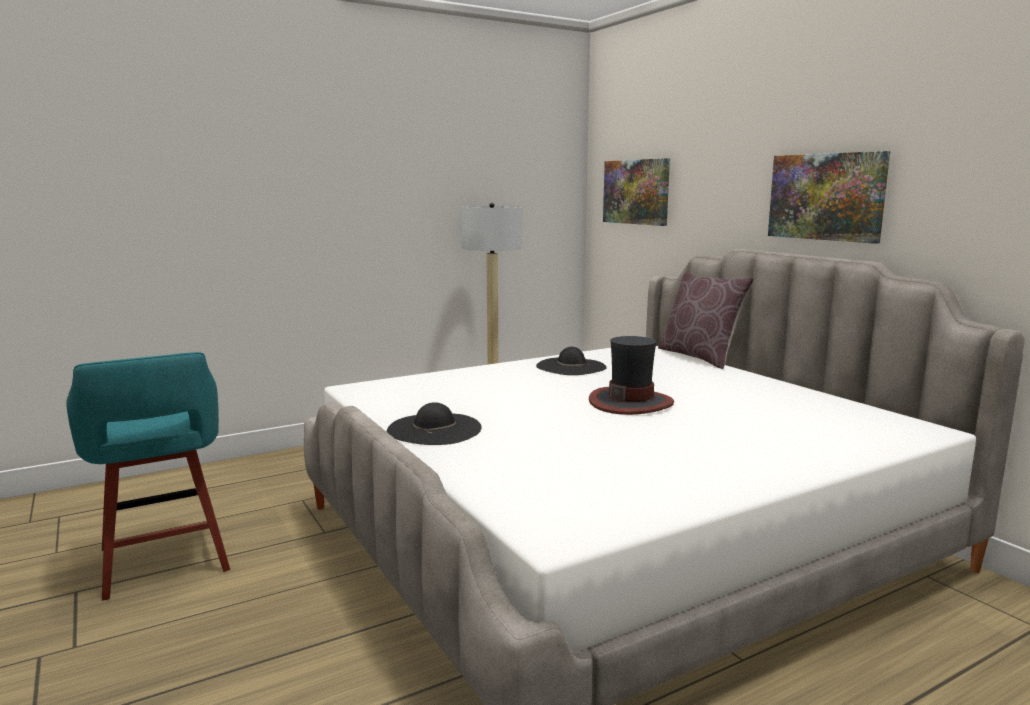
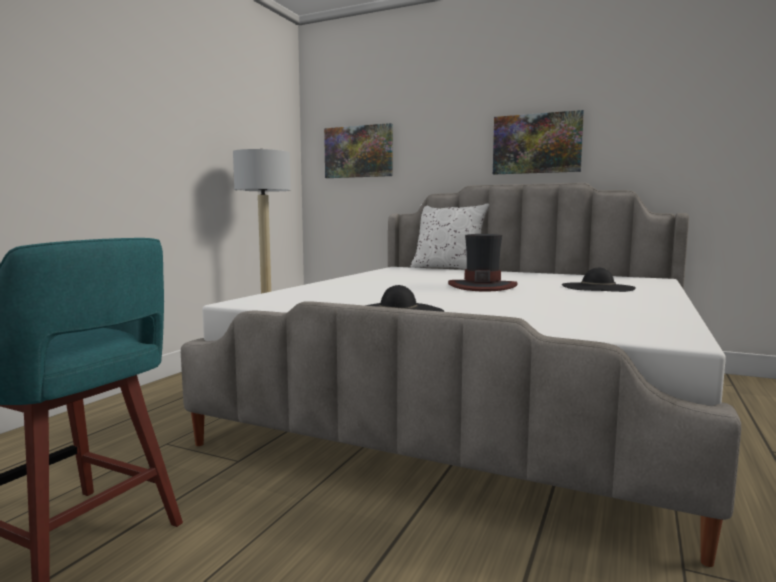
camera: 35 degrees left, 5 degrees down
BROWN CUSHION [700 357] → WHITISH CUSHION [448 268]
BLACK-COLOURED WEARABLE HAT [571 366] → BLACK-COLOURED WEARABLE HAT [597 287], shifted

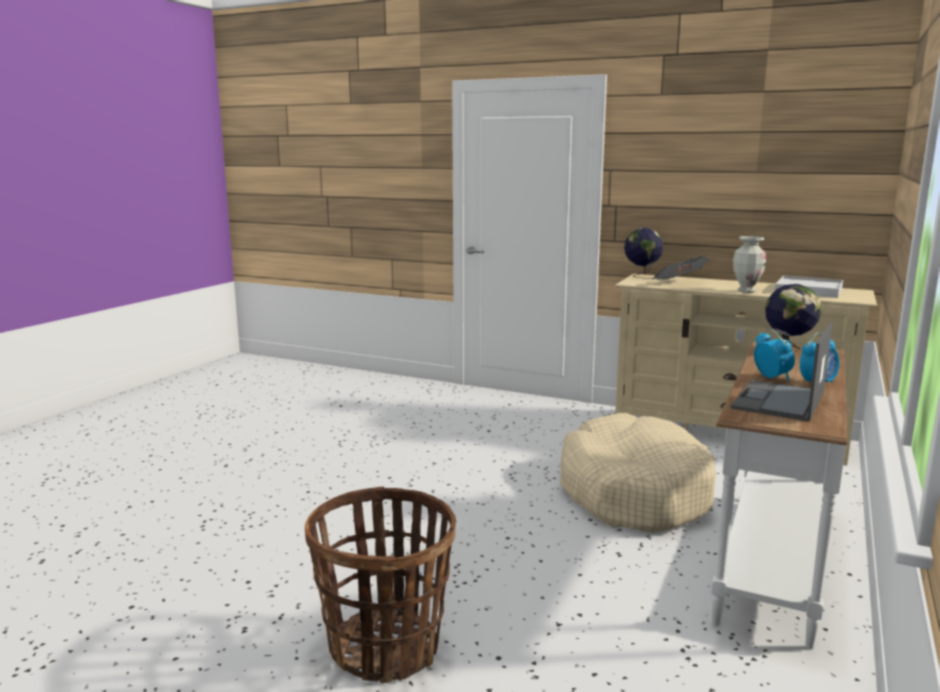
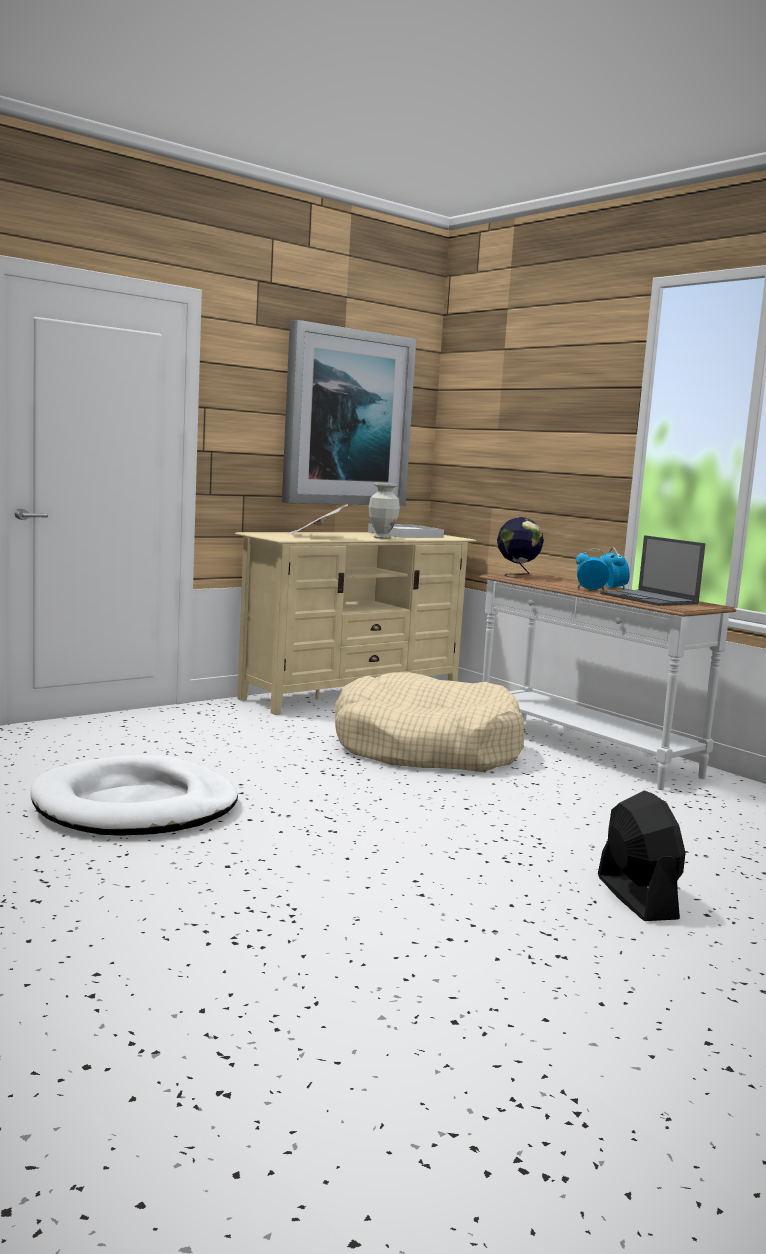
camera: 65 degrees left, 5 degrees down
- → WHITISH PET BED [136 806]
- → WALL PICTURE [347 418]
BASKET [385 648] → BLACK-COLOURED COOLING FAN [636 897]
GLOBE [641 276] → -

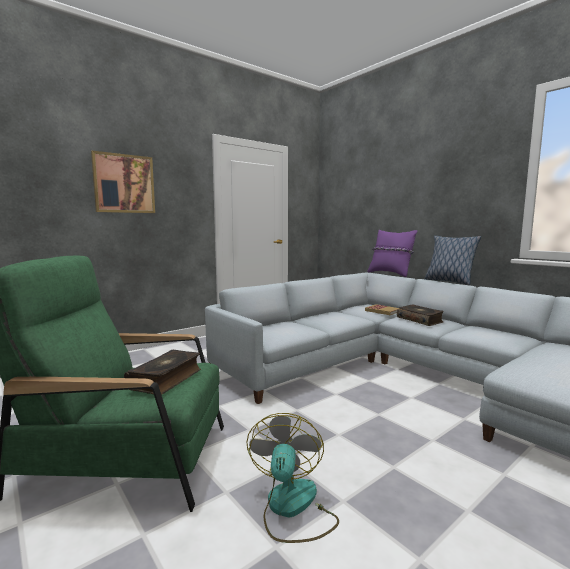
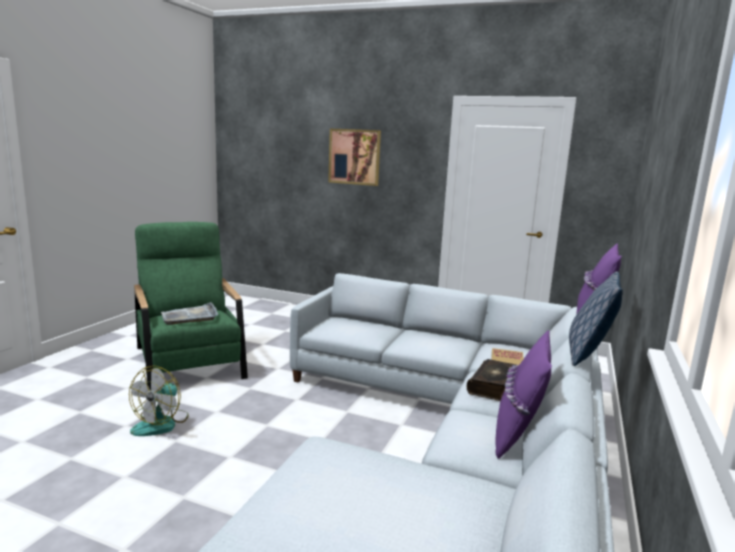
camera: 60 degrees right, 5 degrees up
COOLING FAN [292 508] → COOLING FAN [161 423], 135 degrees clockwise
VOLUME [166 379] → GREY TRAY [190 316]
- → PURPLE CUSHION [518 435]

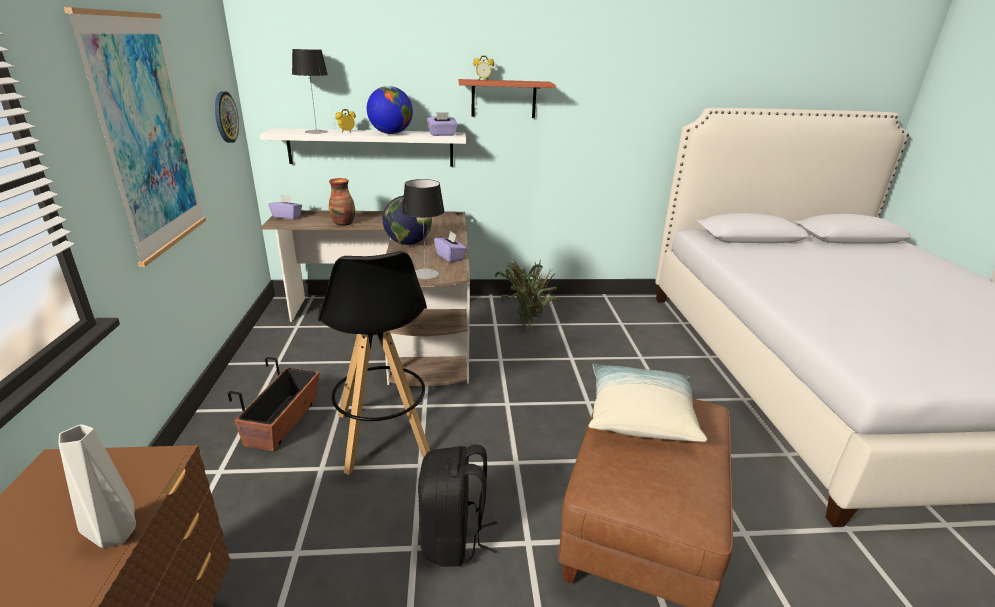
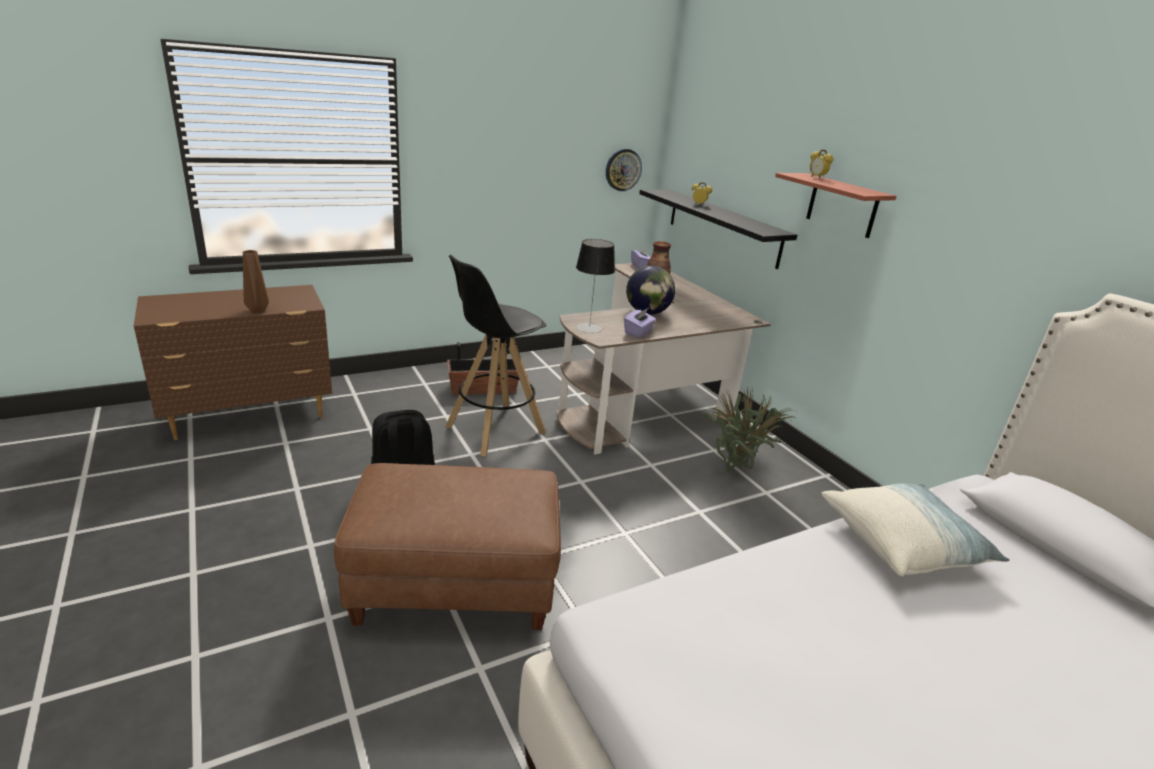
camera: 65 degrees right, 0 degrees up
GREY DECORATIVE VASE [115 537] → BROWN DECORATIVE VASE [256 311]
WHITISH BRACKET SHELF [371 147] → BLACK-COLOURED BRACKET SHELF [722 227]
CUSHION [640 415] → CUSHION [903 543], shifted
WALL PICTURE [146 136] → -
TABLE LAMP [316 132] → -
GLOBE [391 133] → -
PURPLE TISSUE HOLDER [442 134] → -

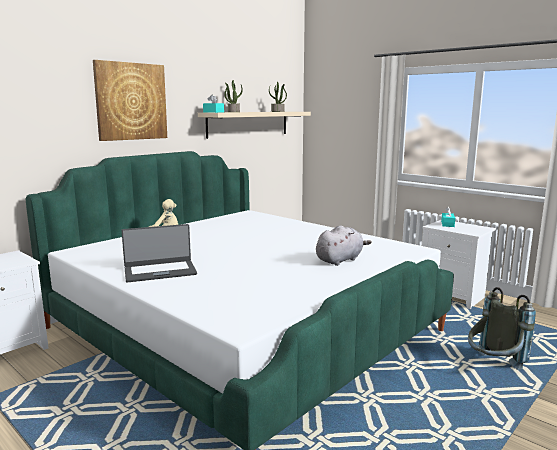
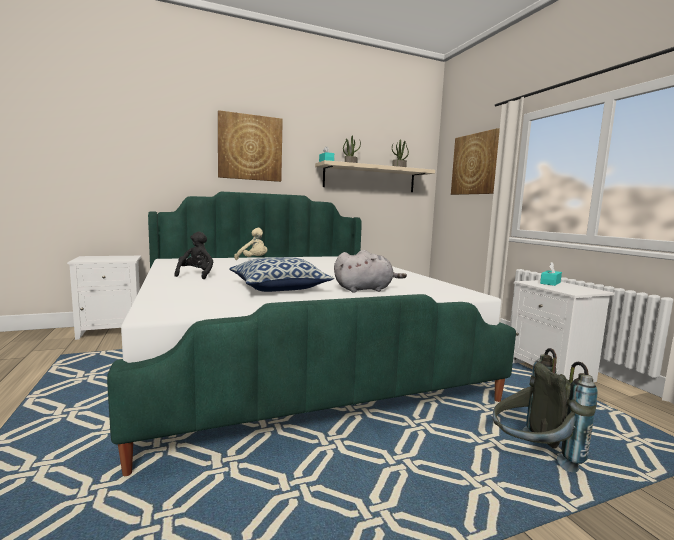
camera: 25 degrees right, 5 degrees down
LAPTOP [160 271] → BLACK-COLOURED SOFT TOY [196 275]
- → CUSHION [279 288]
- → WALL PICTURE [474 164]

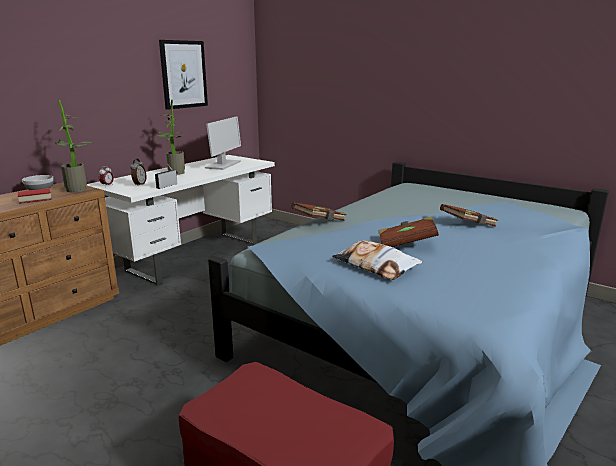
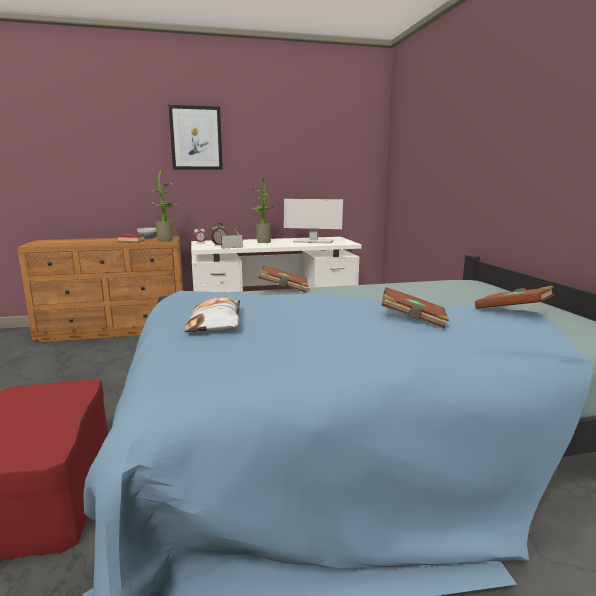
camera: 40 degrees right, 5 degrees down
WALL PICTURE [183 74] → WALL PICTURE [196 138], shifted
MONITOR [223 165] → MONITOR [312 241], 45 degrees clockwise
BROWN VOLUME [406 244] → BROWN VOLUME [512 311], shifted

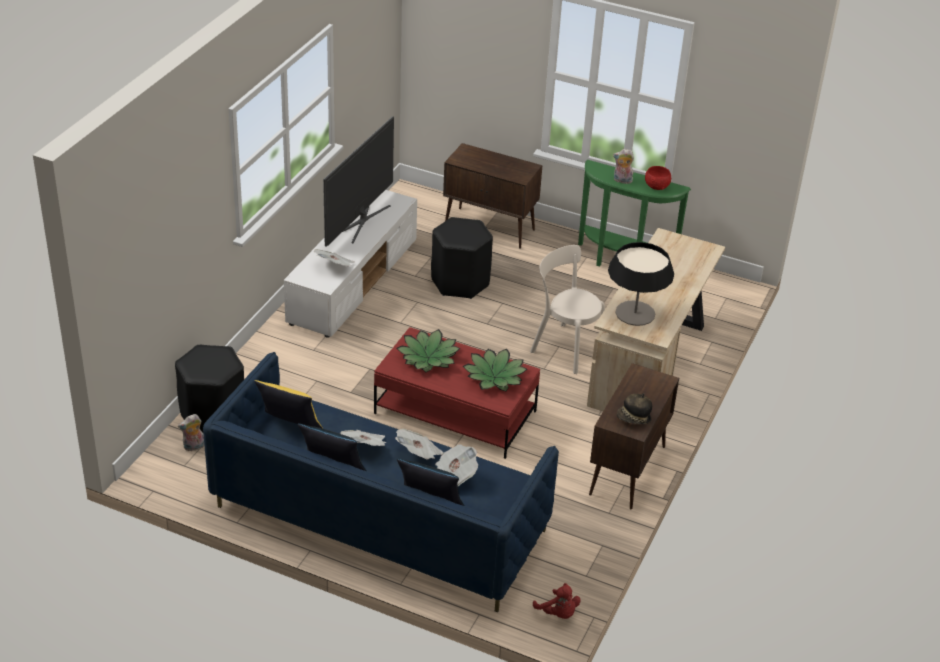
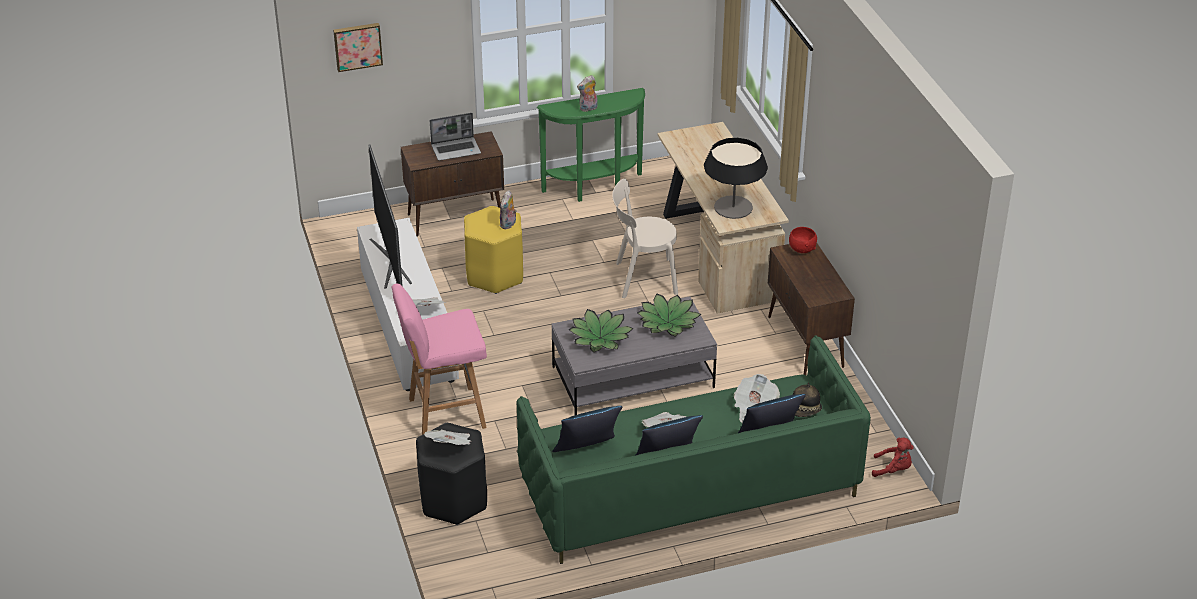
camera: 40 degrees left, 0 degrees up
- → WALL PICTURE [357 46]
- → PINK STOOL SEAT [444 413]
DAILY PAPER [419 454] → DAILY PAPER [450 446], shifted
- → LAPTOP [456 149]
BLACK-COLOURED STOOL SEAT [460 282] → YELLOWISH STOOL SEAT [494 275]
SOFT TOY [193 447] → SOFT TOY [508 224], shifted
BLUISH SOFA [379 518] → GREENISH SOFA [689 489]
RED LOUNGE TABLE [455 413] → GREY LOUNGE TABLE [633 378]
YELLOWISH CUSHION [288 427] → BLUISH CUSHION [587 452]
RED SERVING BOWL [657 187] → RED SERVING BOWL [802 249], shifted
WEARABLE HAT [633 419] → WEARABLE HAT [804 411], shifted

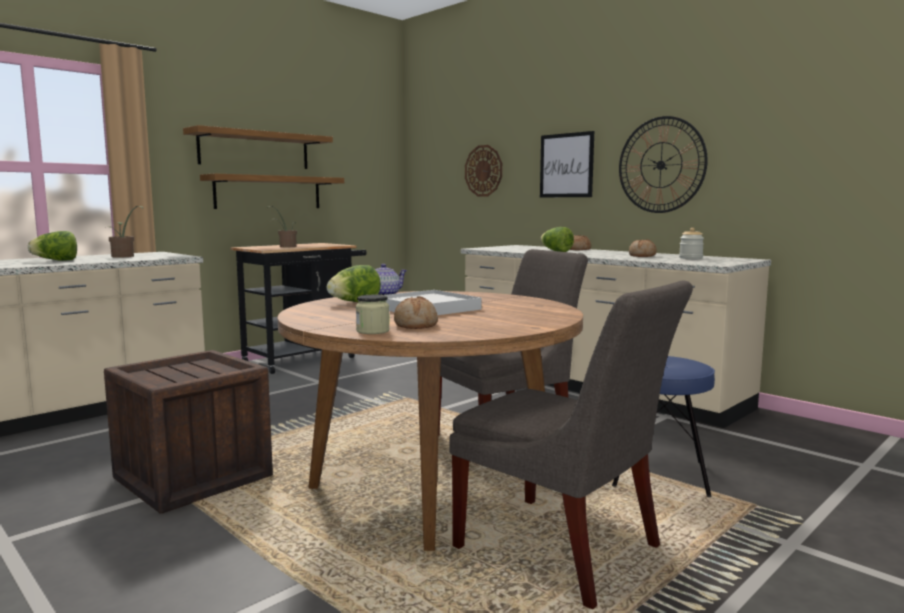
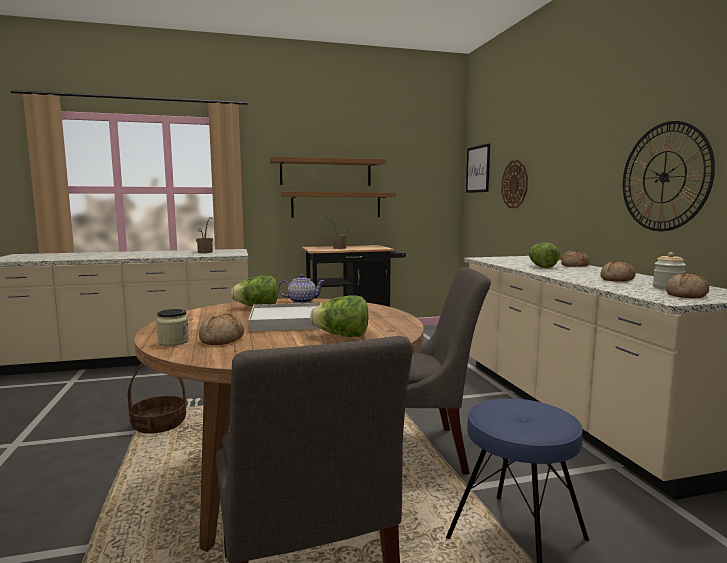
camera: 30 degrees right, 0 degrees up
CRATE [193 477] → BASKET [158 424]
HEAD OF LETTUCE [56 260] → HEAD OF LETTUCE [342 336], shifted
WALL PICTURE [566 165] → WALL PICTURE [478 169], shifted
- → BAKED BREAD [687 295]

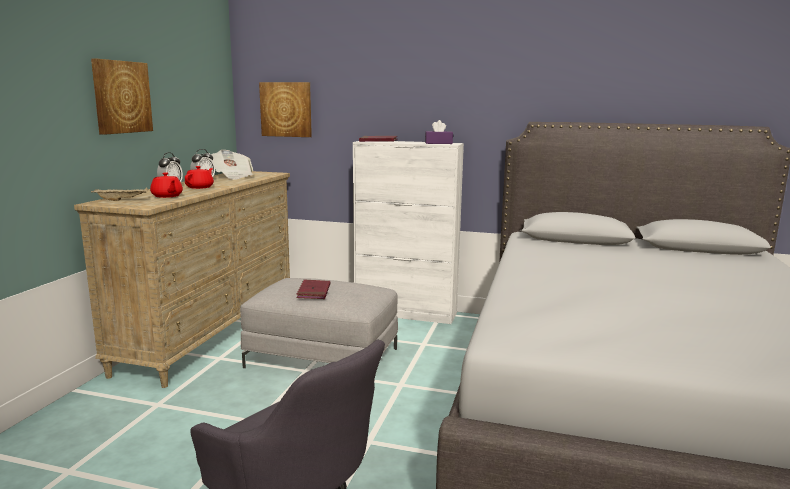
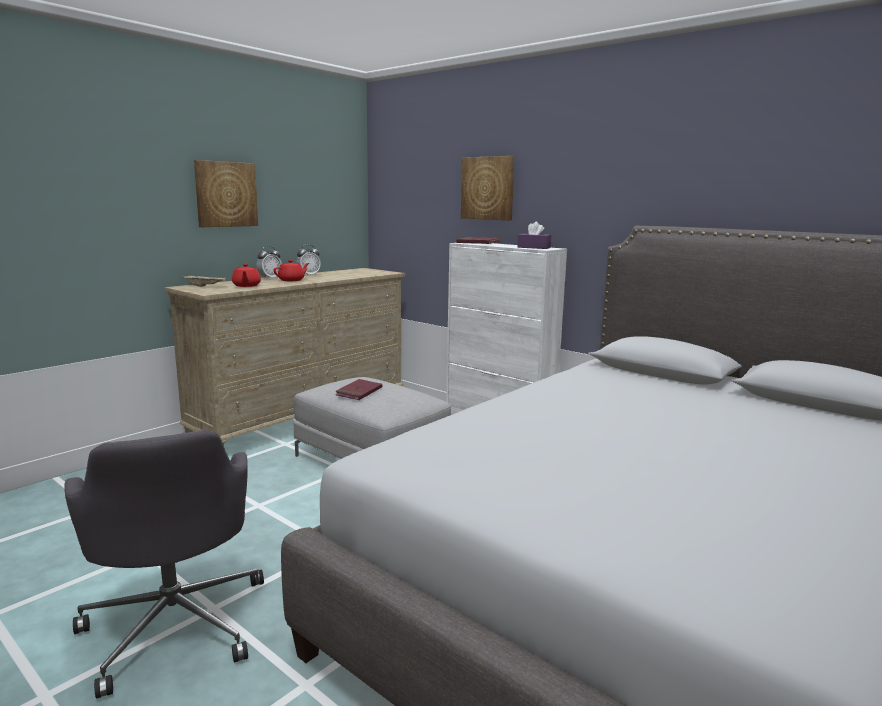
camera: 25 degrees right, 0 degrees up
WALL PICTURE [286 109] → WALL PICTURE [488 188], shifted
DAILY PAPER [232 176] → -

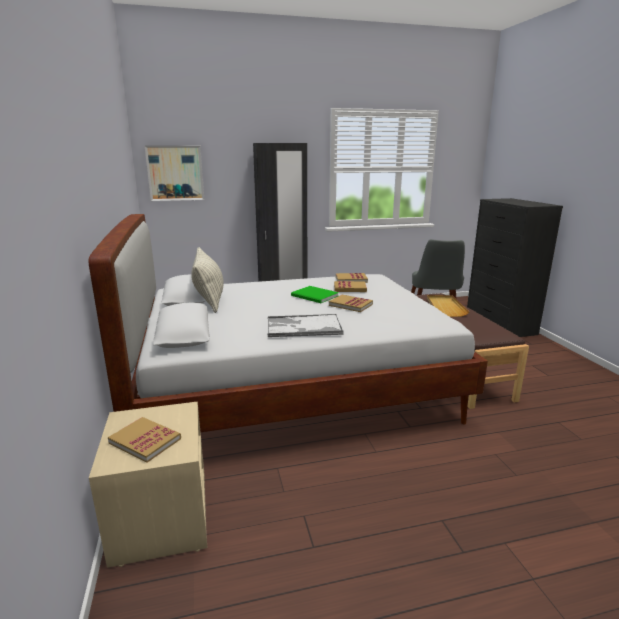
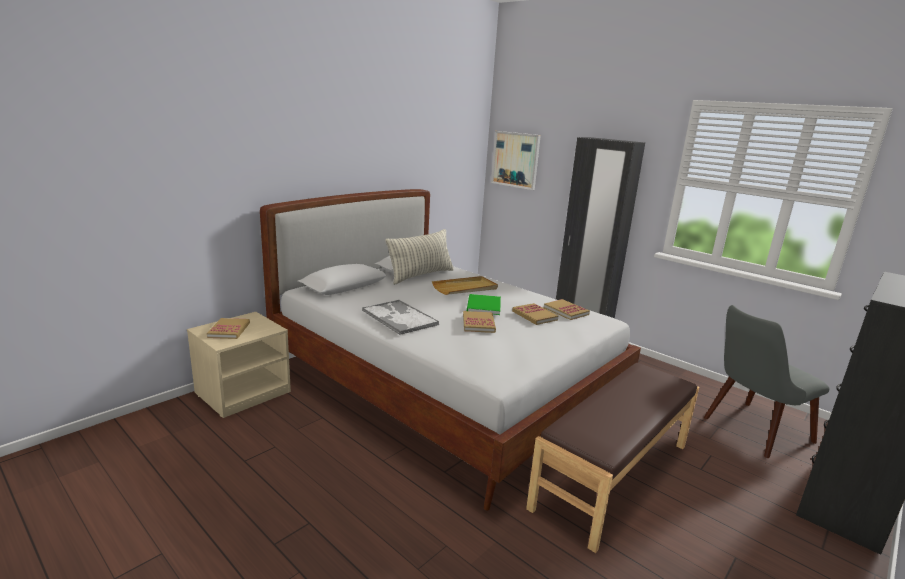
camera: 55 degrees right, 0 degrees up
BEIGE TRAY [445 307] → BEIGE TRAY [465 288], shifted

